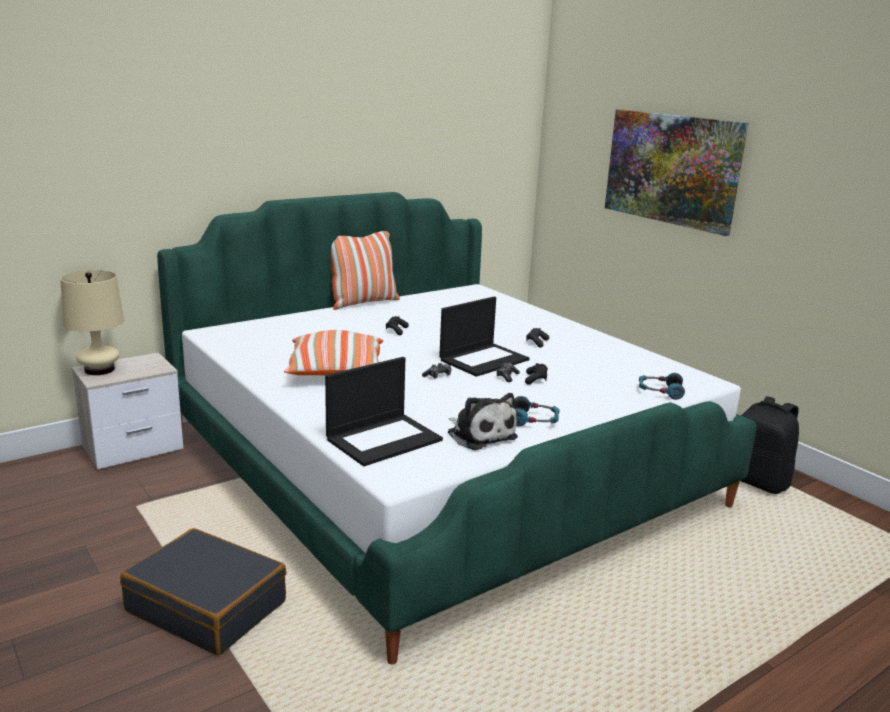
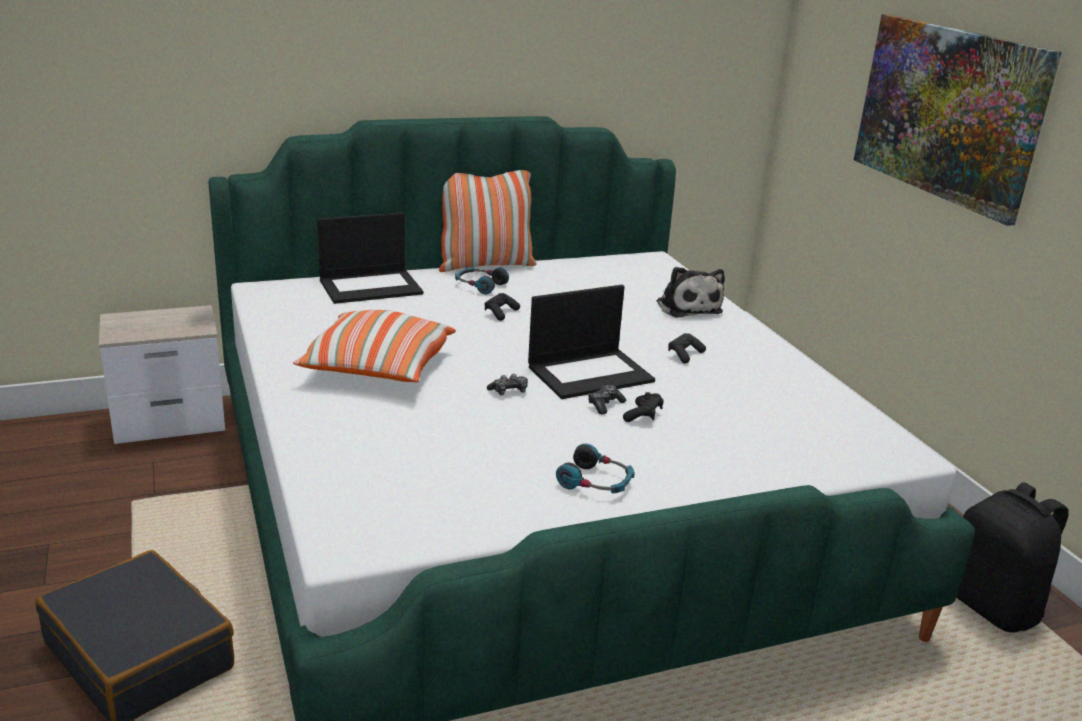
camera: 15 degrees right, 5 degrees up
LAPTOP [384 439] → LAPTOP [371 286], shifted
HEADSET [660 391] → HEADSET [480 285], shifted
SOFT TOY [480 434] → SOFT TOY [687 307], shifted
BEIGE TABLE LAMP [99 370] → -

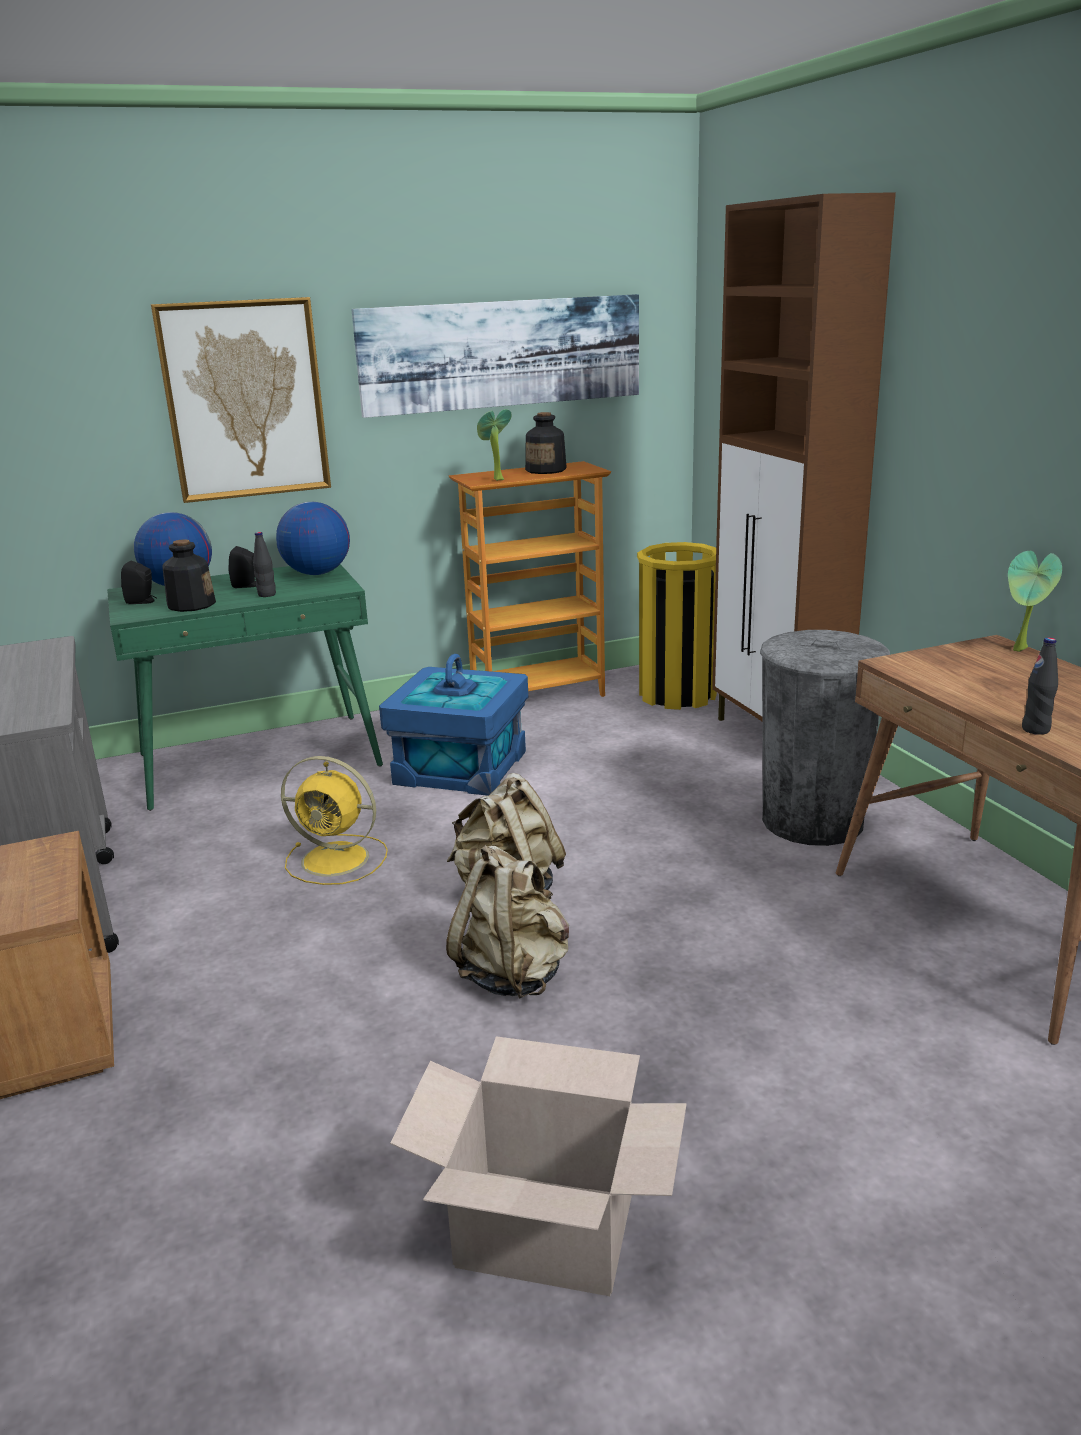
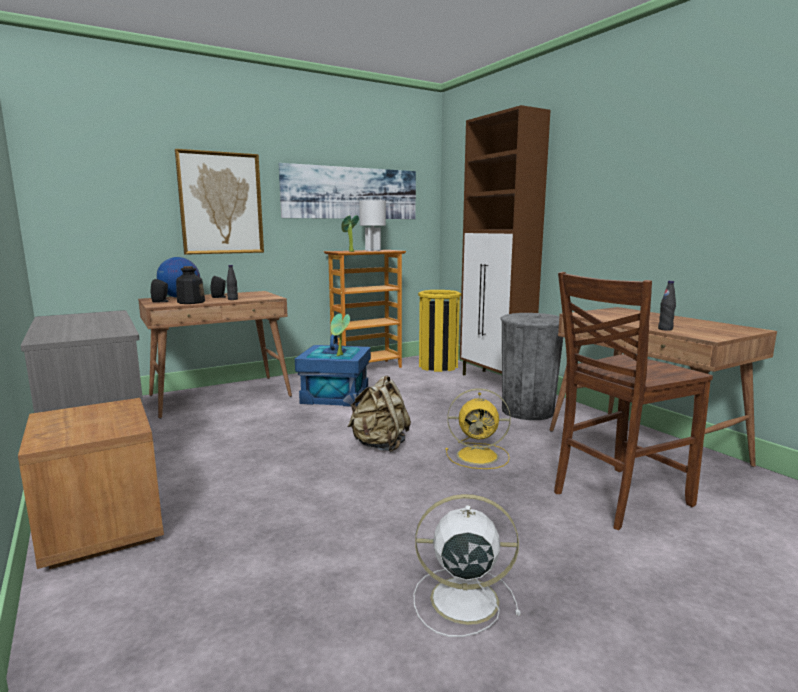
camera: 10 degrees left, 10 degrees down
GREENISH DESK TABLE [260 760] → BROWN DESK TABLE [221 396]
PLANT IN A POT [1022 650] → PLANT IN A POT [340 355], shifted
DRINK BOTTLE [546 470] → WHITISH TABLE LAMP [373 250]
CARDBOARD BOX [544 1232] → WHITISH COOLING FAN [461 599]
YELLOWISH COOLING FAN [338 860] → YELLOWISH COOLING FAN [479 456], shifted
- → BROWN PLAIN CHAIR [617 498]
GLOBE [317 573] → -
BEIGE RUCKSACK [513 974] → -

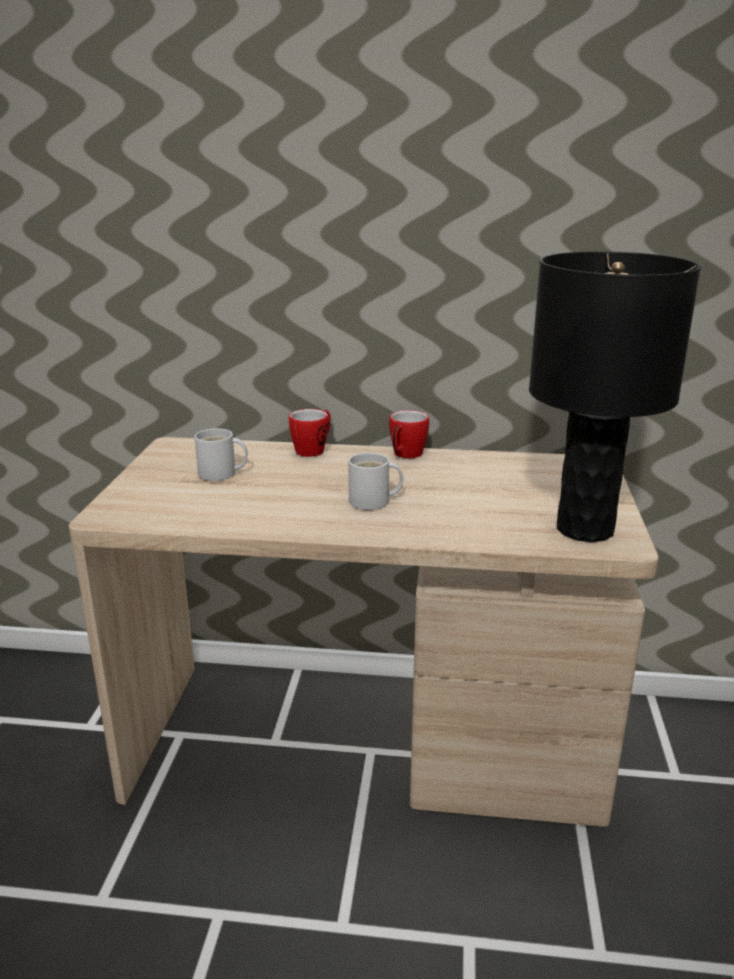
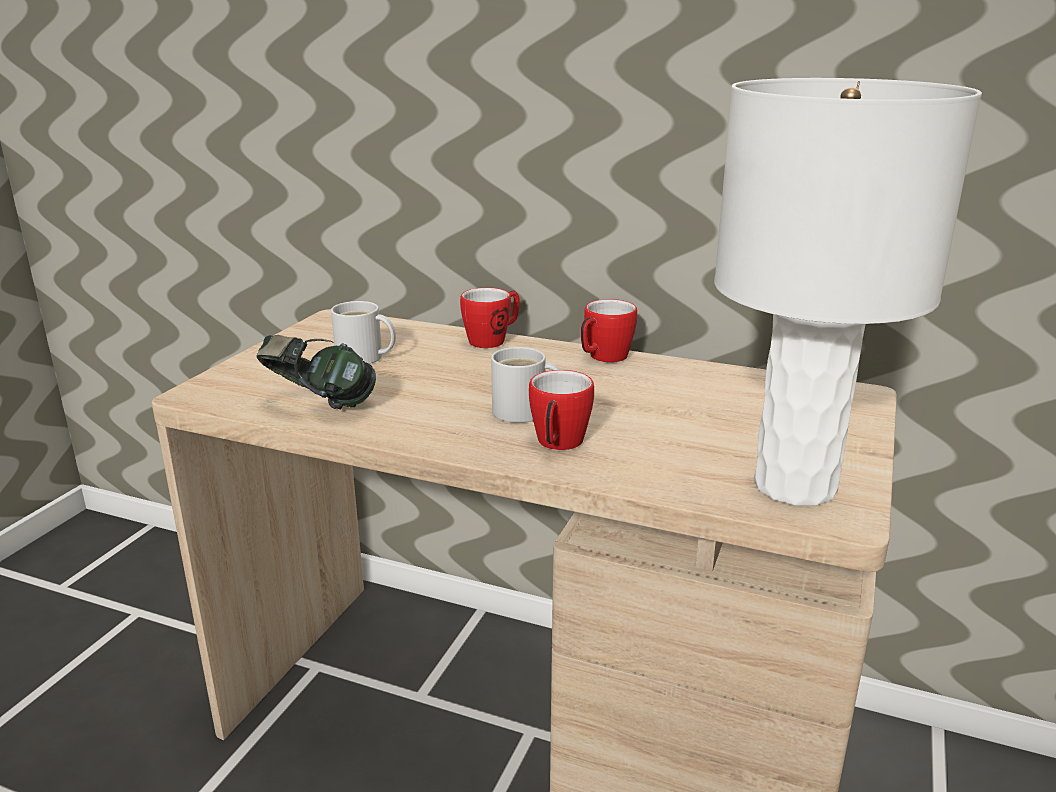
camera: 15 degrees right, 0 degrees up
- → HEADSET [319 406]
- → TEA MUG [558 445]
BLACK-COLOURED TABLE LAMP [585 530] → WHITISH TABLE LAMP [795 486]

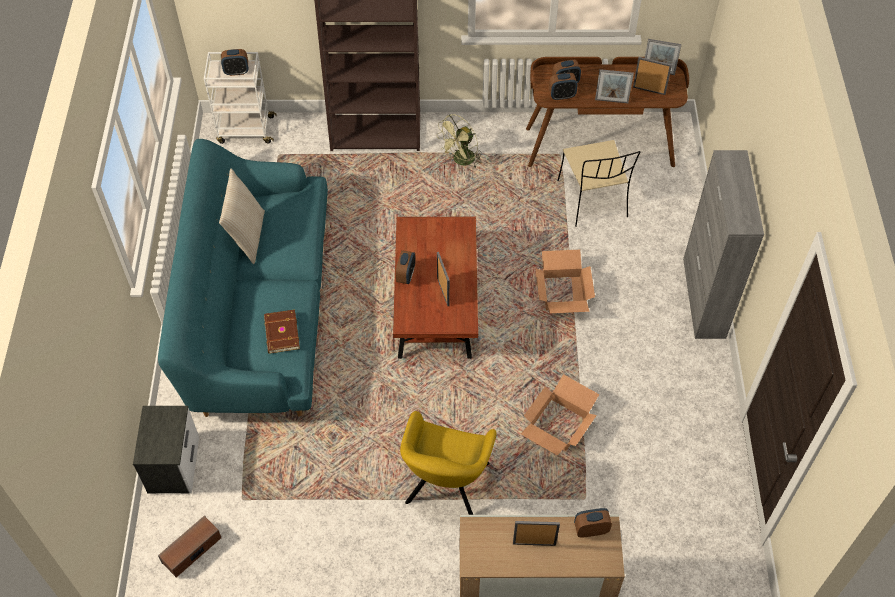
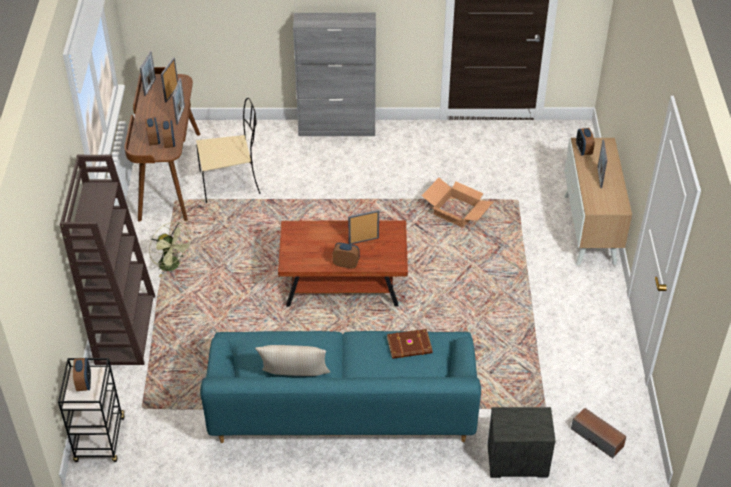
camera: 90 degrees left, 10 degrees down
WHITISH TROLLEY [245 130] → BLACK-COLOURED TROLLEY [100 440]
YELLOWISH EASY CHAIR [445 487] → -
CARDBOARD BOX [564 294] → -

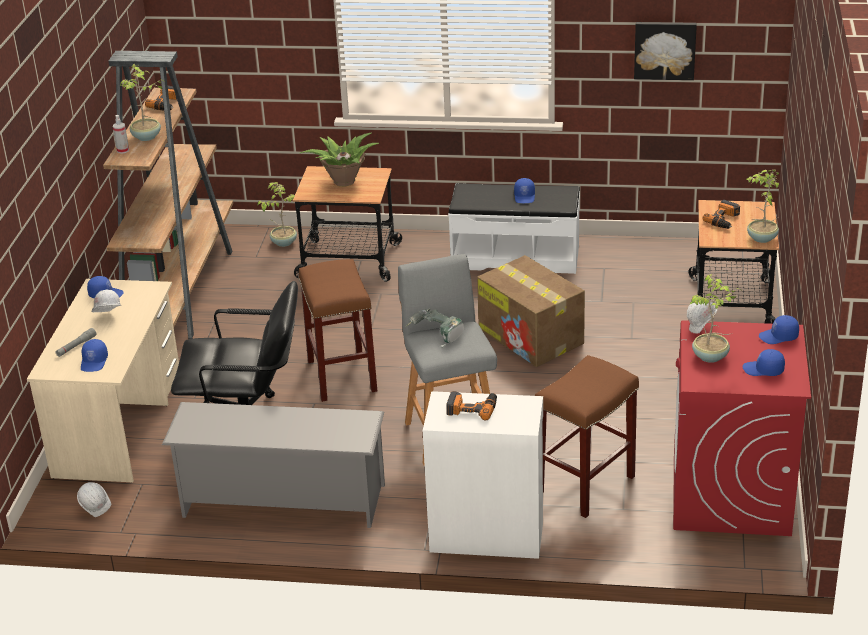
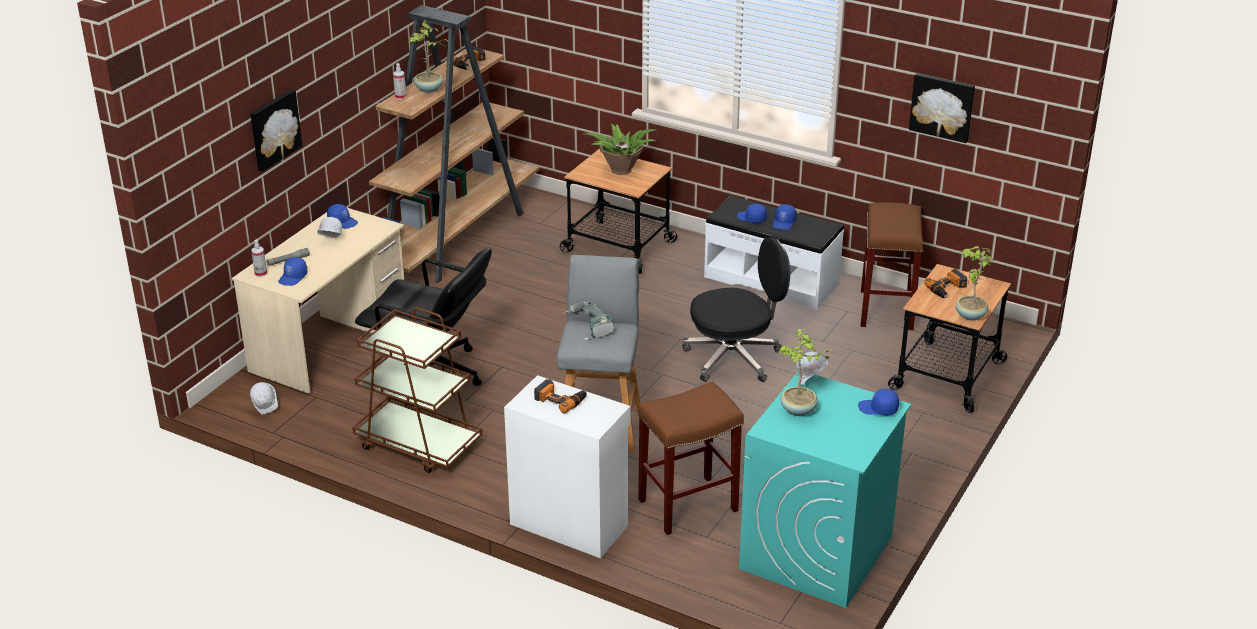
camera: 20 degrees right, 0 degrees up
- → WALL PICTURE [274 129]
- → HAND SPRAYER [260 273]
GREY SHOE SHELF [282 501] → BROWN TROLLEY [418 444]
CARDBOARD BOX [532 337] → BLACK-COLOURED OFFICE CHAIR [734 358]
BLUISH CAP [763 370] → BLUISH CAP [751 218], shifted
RED LAUNDRY MACHINE [731 494] → TURQUOISE-COLOURED LAUNDRY MACHINE [816 553]
BROWN STOOL SEAT [342 376] → BROWN STOOL SEAT [887 310], shifted
PLANT IN A POT [283 242] → -

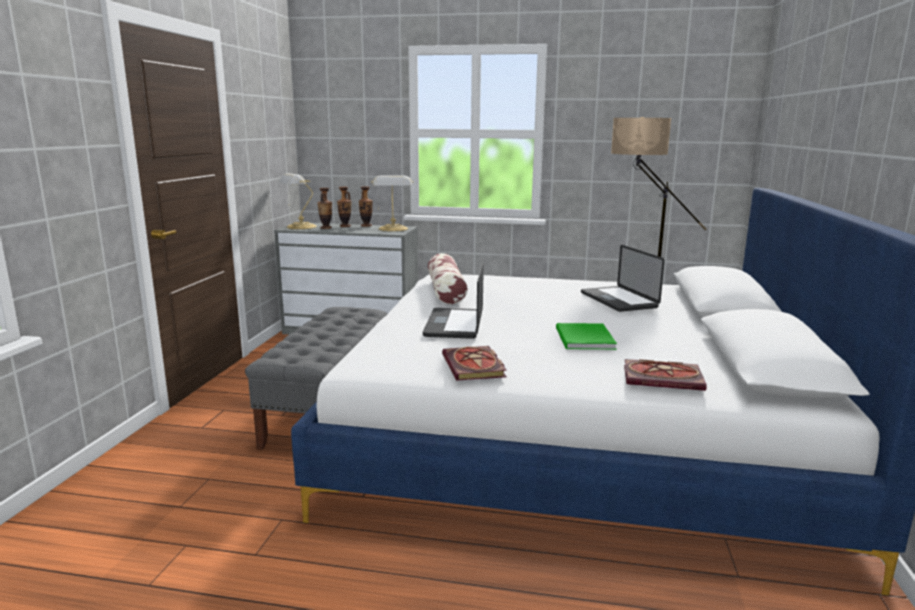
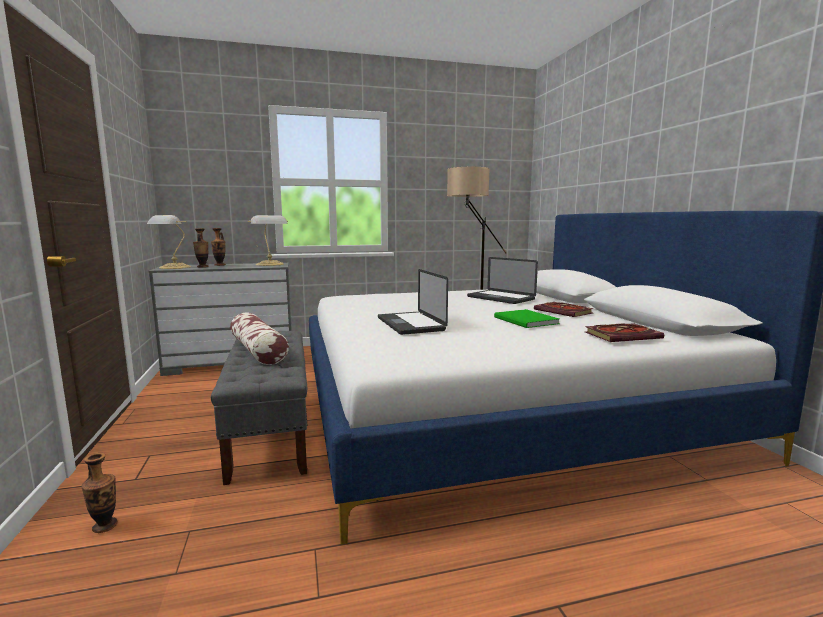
camera: 25 degrees left, 5 degrees down
DECORATIVE VASE [366 225] → DECORATIVE VASE [105 526], shifted
CUSHION [446 291] → CUSHION [258 351], shifted
VOLUME [475 367] → VOLUME [564 312], shifted

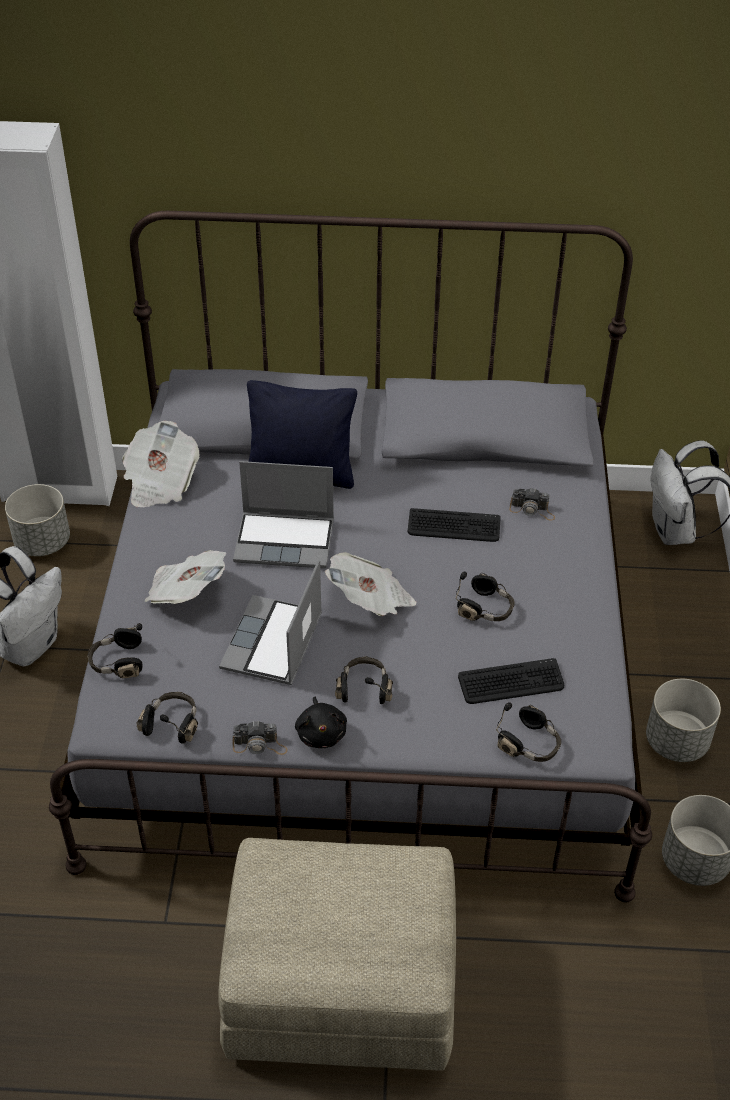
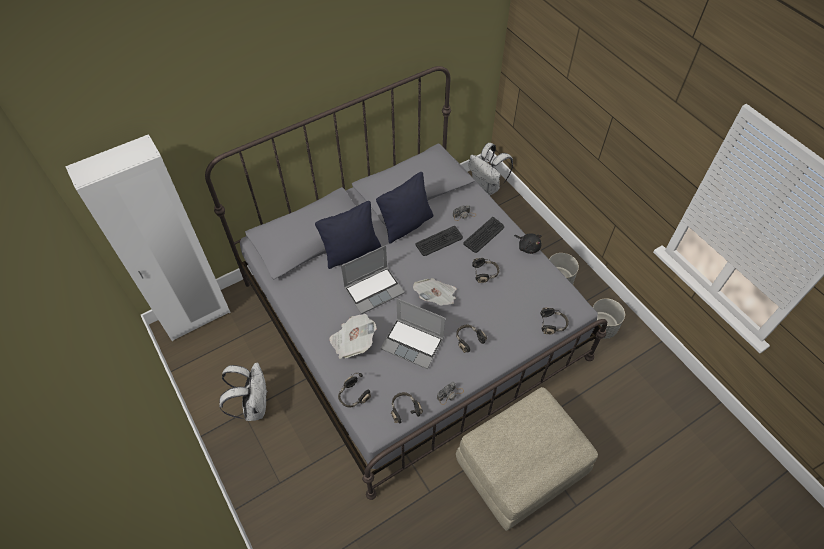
camera: 35 degrees left, 10 degrees up
- → BLACK-COLOURED CUSHION [406 225]
LAPTOP [273 644] → LAPTOP [413 343], 45 degrees counterclockwise
KEYBOARD [511 683] → KEYBOARD [484 235], shifted
BLACK-COLOURED SOFT TOY [321 733] → BLACK-COLOURED SOFT TOY [528 247], shifted
GREY PLANTER [43 542] → -
DAILY PAPER [160 482] → -

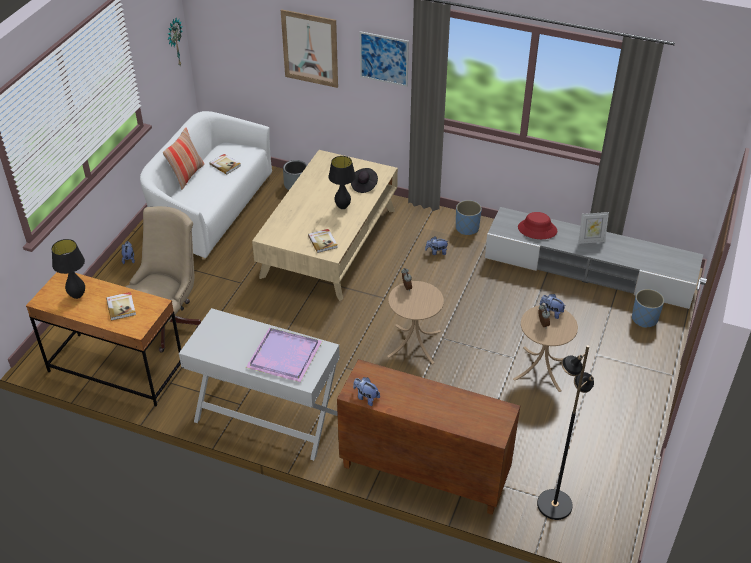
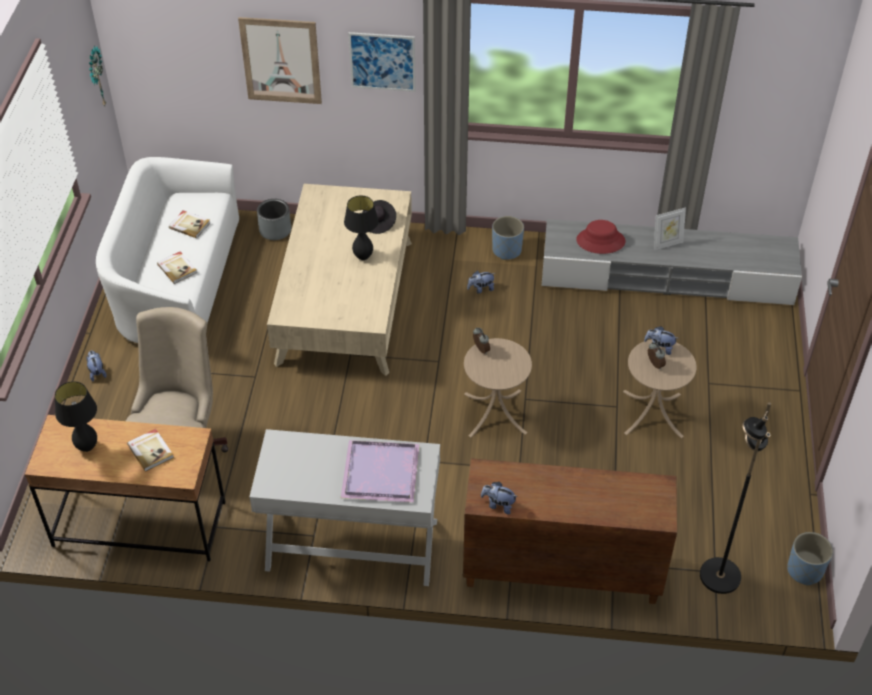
camera: 15 degrees left, 5 degrees up
VOLUME [323 241] → VOLUME [177 268], shifted
BLUISH PLANTER [644 319] → BLUISH PLANTER [804 570], shifted
CUSHION [187 175] → -

